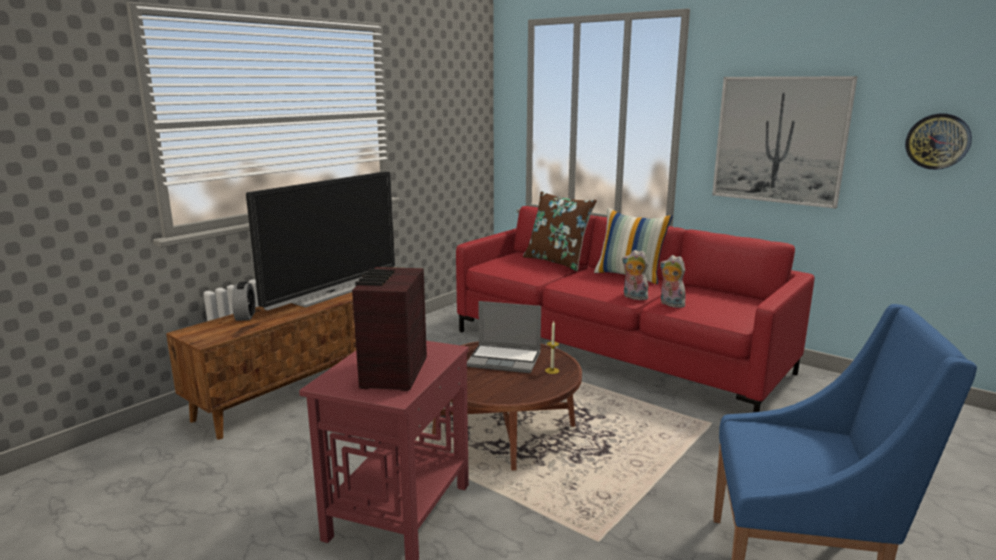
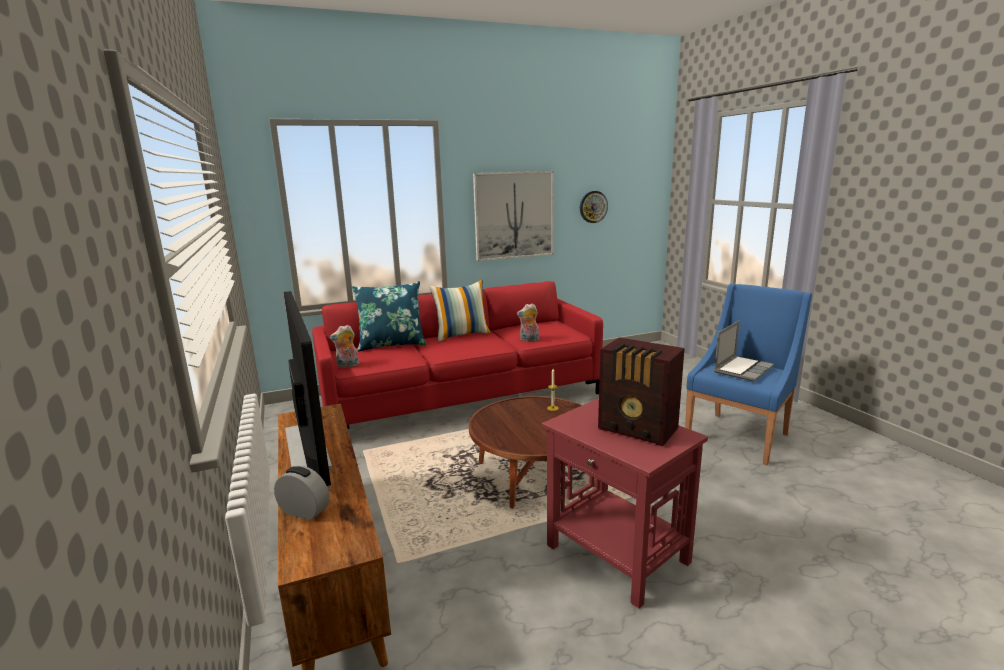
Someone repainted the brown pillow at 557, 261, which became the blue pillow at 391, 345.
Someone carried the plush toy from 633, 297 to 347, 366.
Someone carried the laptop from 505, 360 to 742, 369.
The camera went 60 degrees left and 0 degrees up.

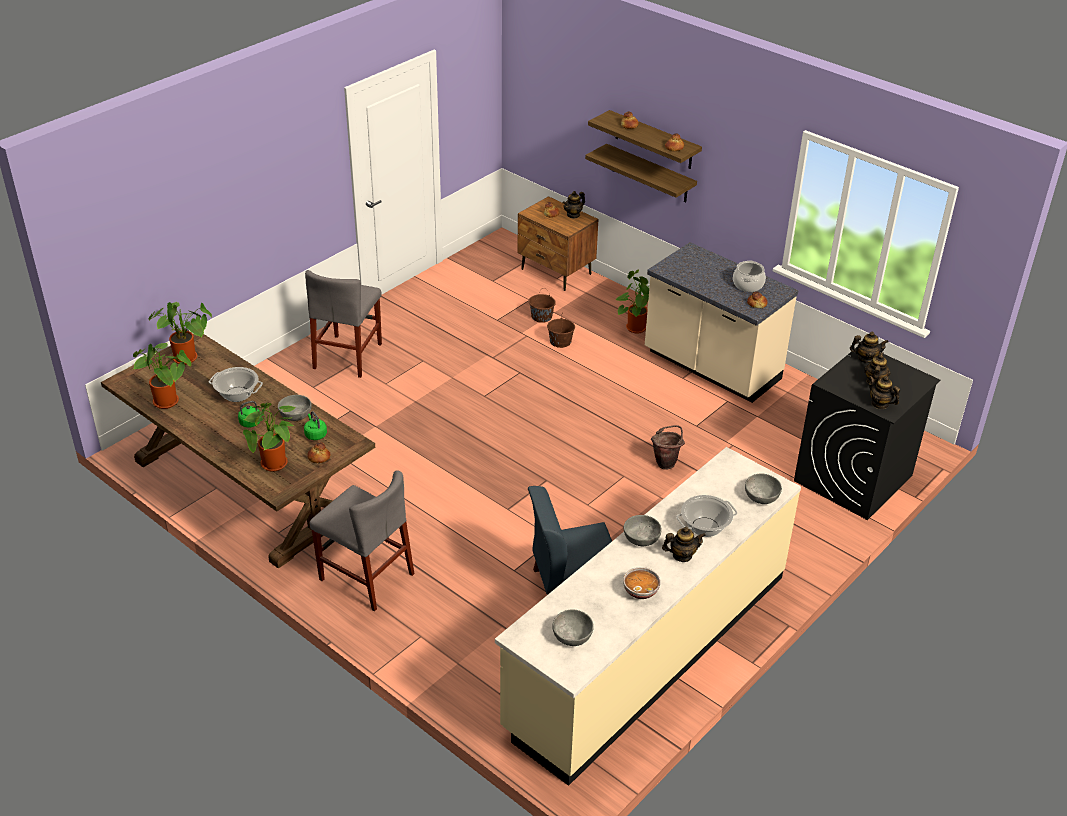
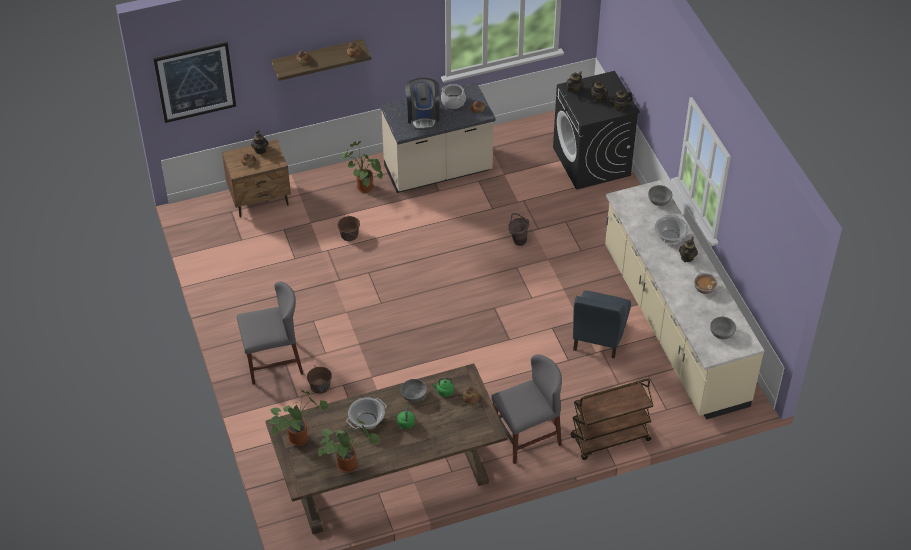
Someone took away the shelf at 649, 174.
Someone rotated the grey chair at 348, 356 by 60 degrees counterclockwise.
Someone carried the brown bucket from 541, 317 to 320, 386.
Someone took away the potted plant at 276, 465.
Someone took away the grey bowl at 641, 538.
Someone put up the picture at 195, 82.
Someone put down the coffee machine at 423, 116.
Someone put down the brown cart at 609, 439.
The camera went 60 degrees left and 10 degrees up.

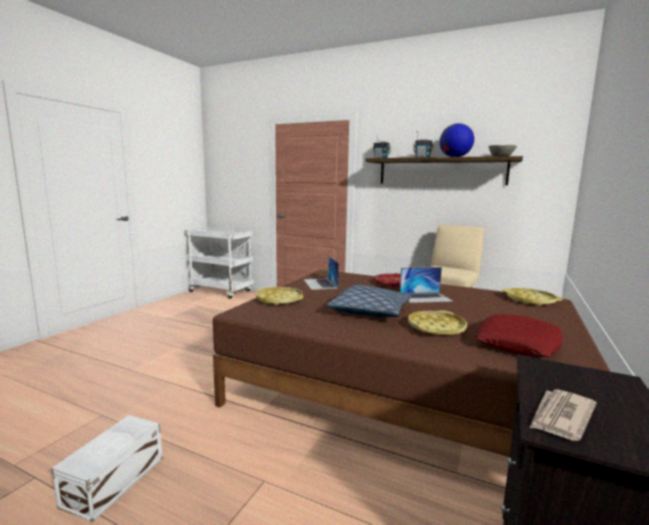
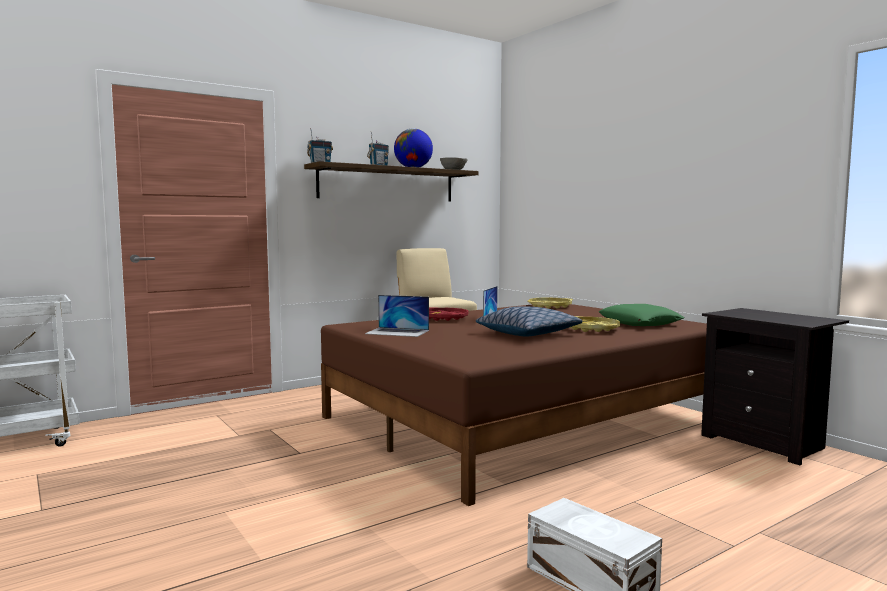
Someone took away the yellow tray at 279, 300.
Someone repainted the red pillow at 518, 343, which became the green pillow at 639, 323.
Someone took away the newspaper at 560, 417.
The camera went 60 degrees left and 5 degrees down.

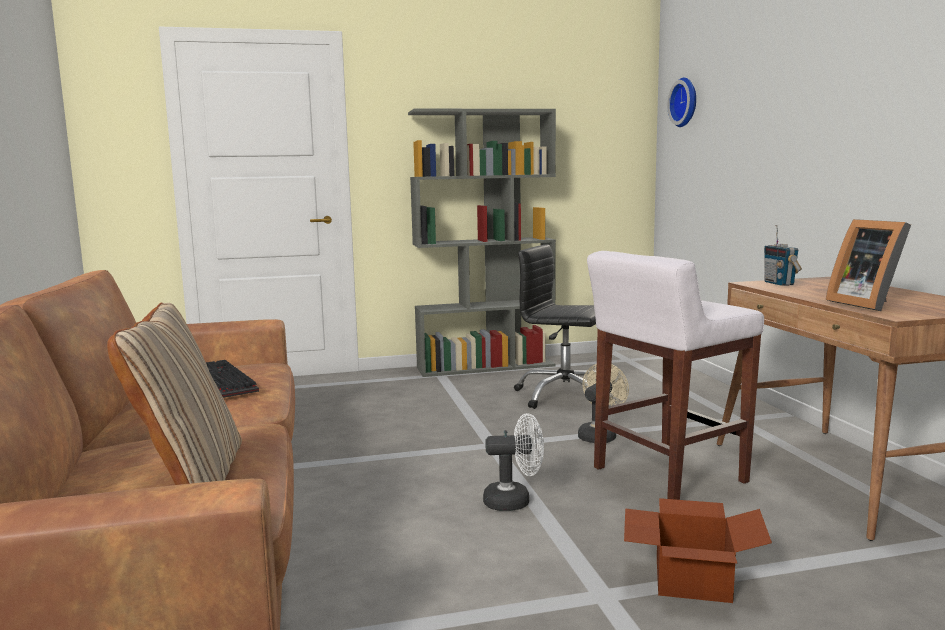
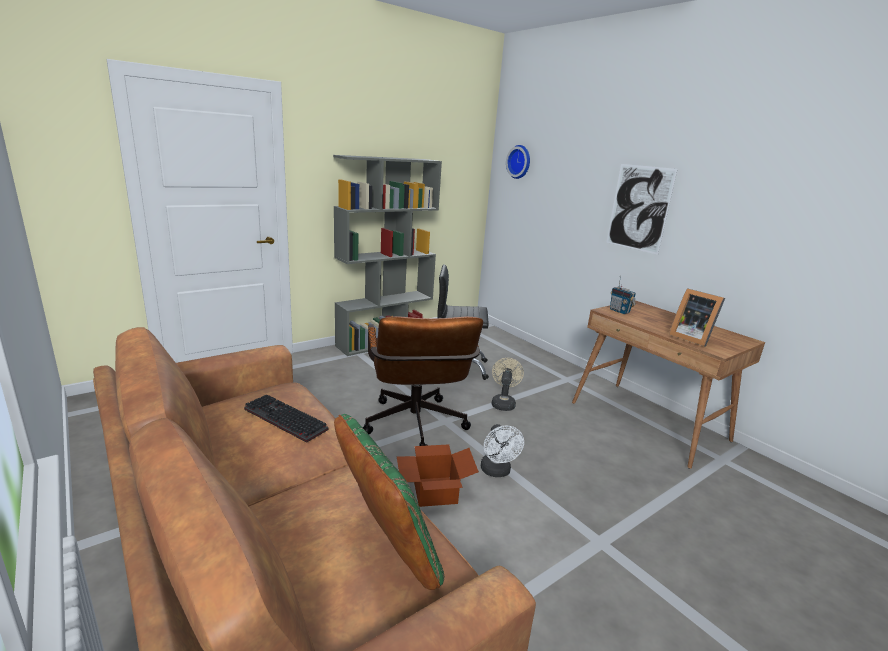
Someone took away the white stool at 667, 475.
Someone repainted the beige pillow at 190, 479, which became the green pillow at 386, 551.
Someone rotated the white fan at 514, 501 by 105 degrees clockwise.
Someone carried the cardboard box from 689, 578 to 433, 491.
Someone put up the picture at 639, 208.
Someone put down the brown office chair at 415, 428.
The camera went 25 degrees left and 10 degrees up.

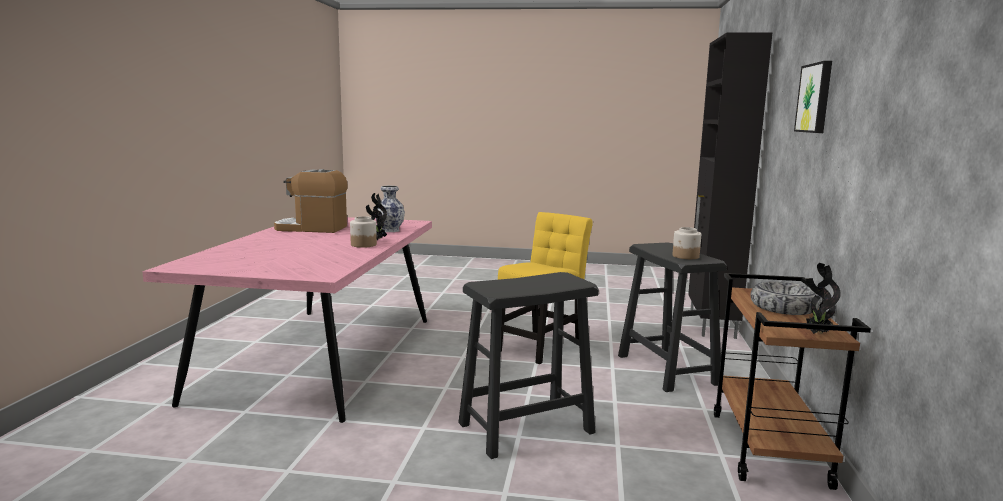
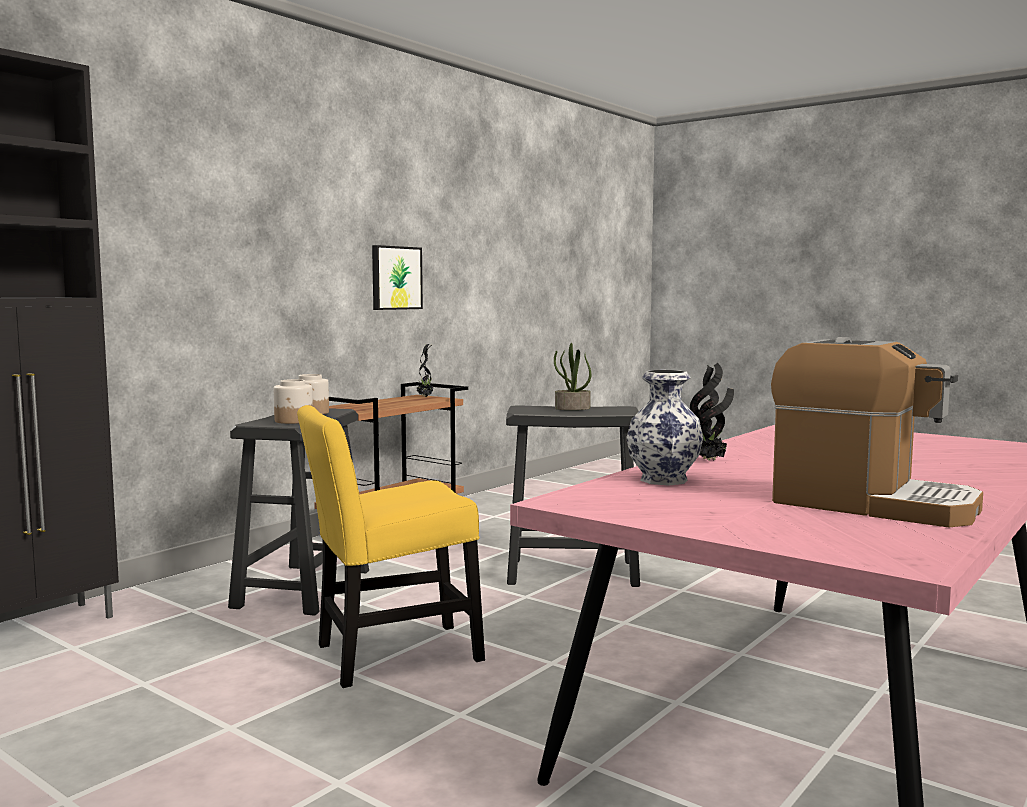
Someone carried the picture from 815, 98 to 395, 278.
Someone carried the jar from 363, 245 to 294, 421.
Someone took away the bowl at 784, 308.
Someone put down the potted plant at 572, 408.
The camera went 150 degrees left and 5 degrees down.

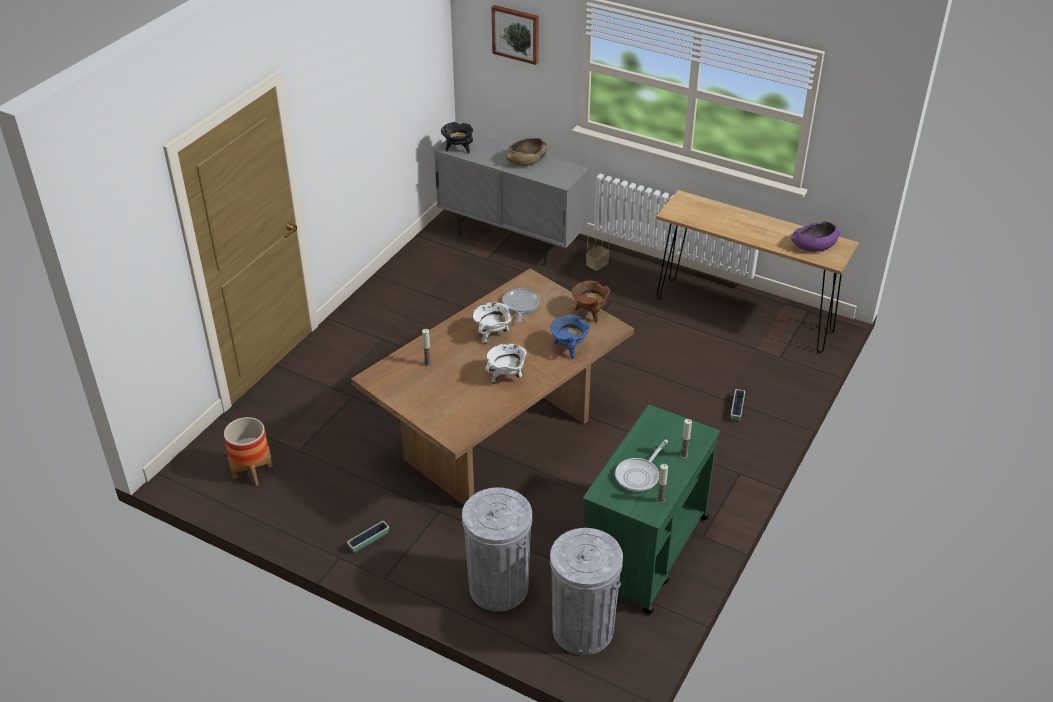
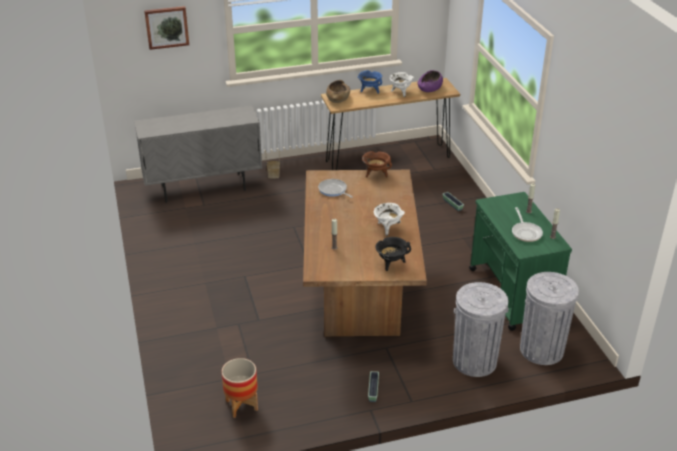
Someone carried the black cooking pot from 458, 149 to 391, 263.
Someone carried the brown bowl from 526, 160 to 338, 98.
Someone carried the white cooking pot from 492, 334 to 400, 92.
Someone carried the blue cooking pot from 569, 348 to 370, 90.
The camera went 45 degrees left and 5 degrees down.

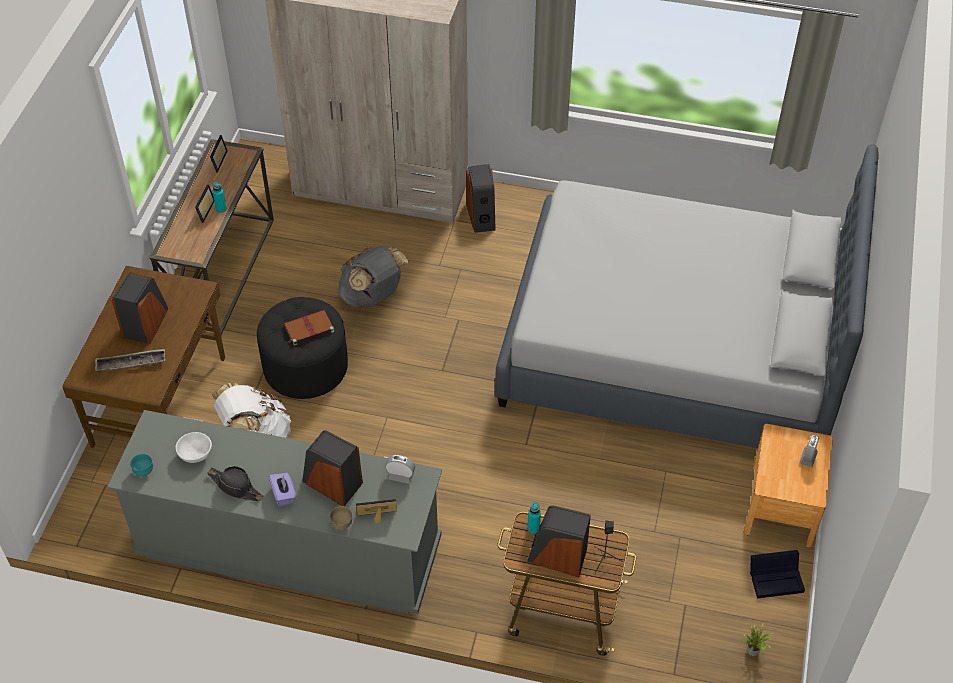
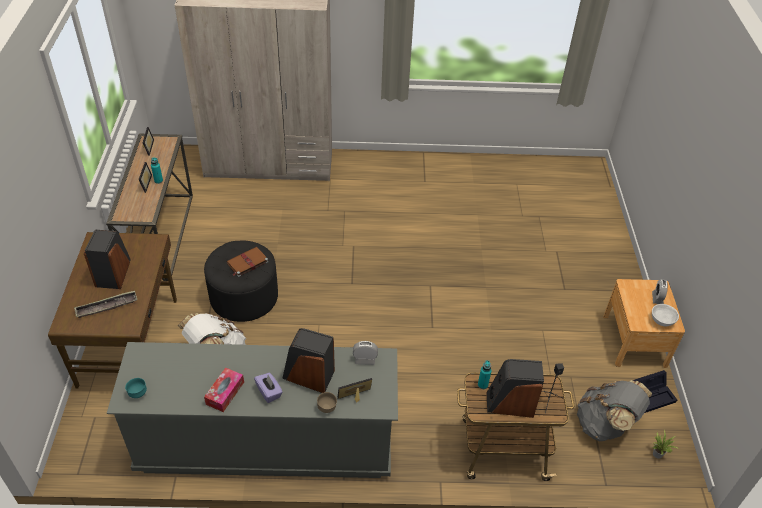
Someone took away the grey bed at 673, 346.
Someone took away the speaker at 481, 216.
Someone carried the grey backpack from 372, 296 to 604, 425.
Someone carried the white bowl from 195, 454 to 661, 321.
Someone swapped the black hat at 236, 487 for the tissue box at 225, 393.
The camera went 15 degrees left and 5 degrees down.

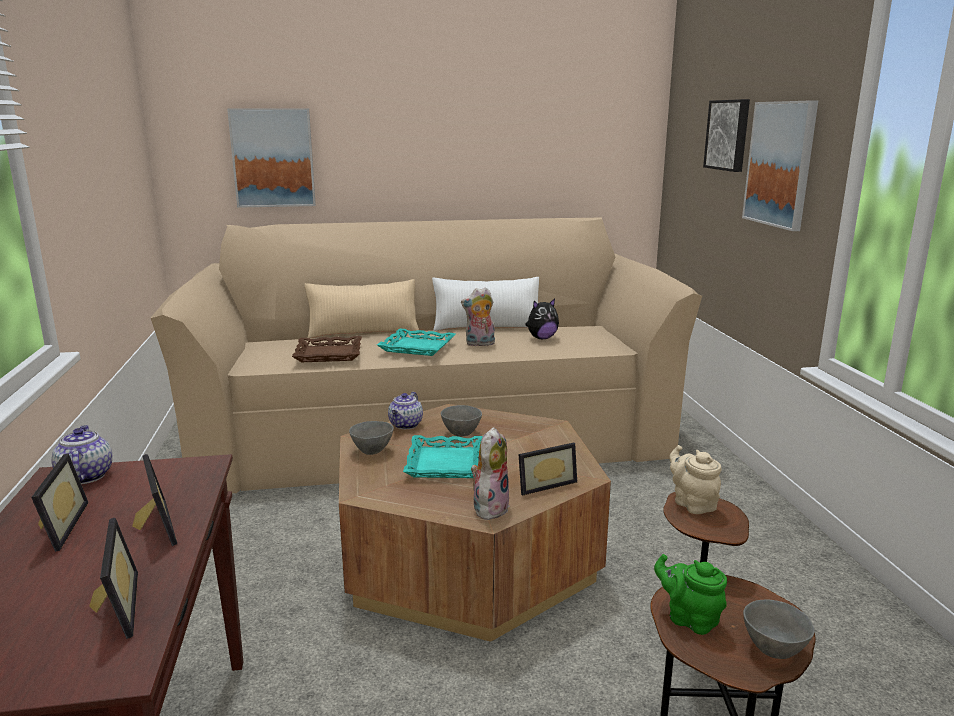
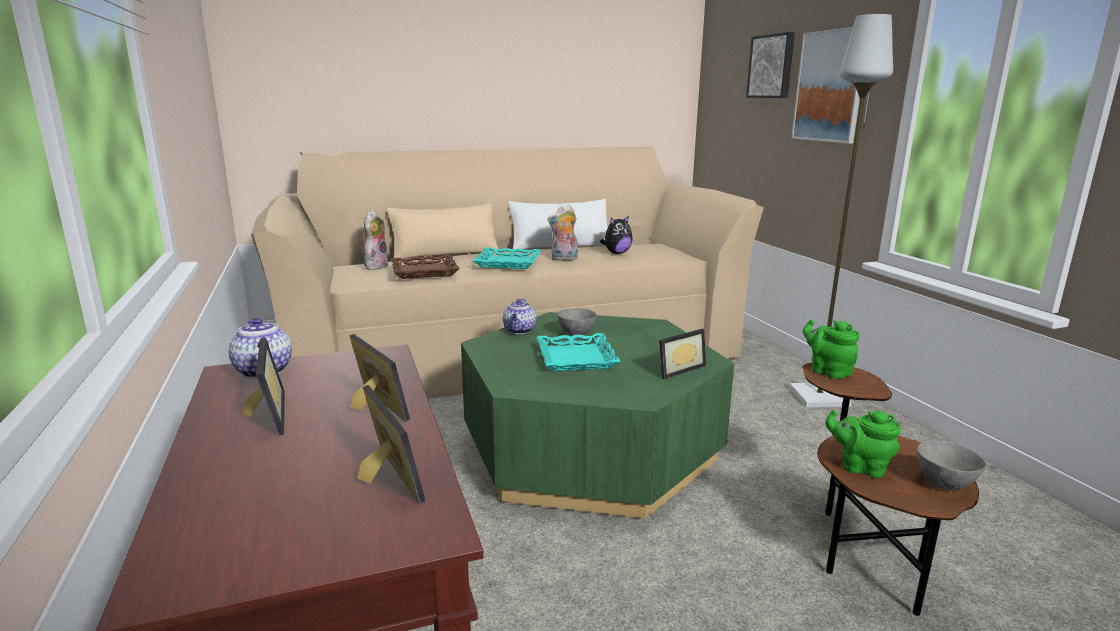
Someone took away the picture at 273, 158.
Someone repainted the brown coffee table at 467, 555, which became the green coffee table at 590, 448.
Someone took away the grey bowl at 372, 451.
Someone carried the plush toy from 489, 507 to 375, 266.
Someone repainted the beige teapot at 692, 503, which became the green teapot at 828, 371.
Someone put down the grey floor lamp at 819, 397.
The camera went 10 degrees left and 0 degrees up.

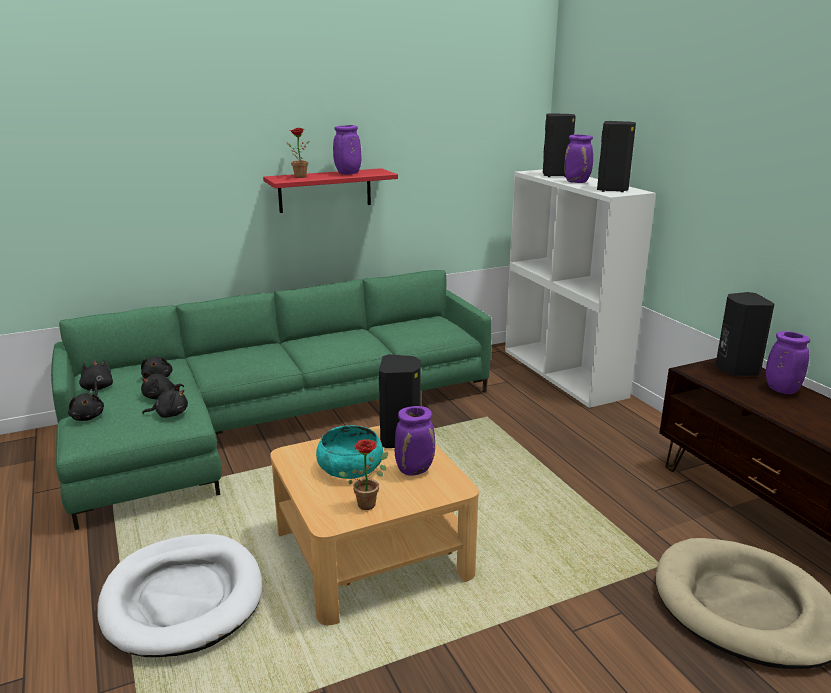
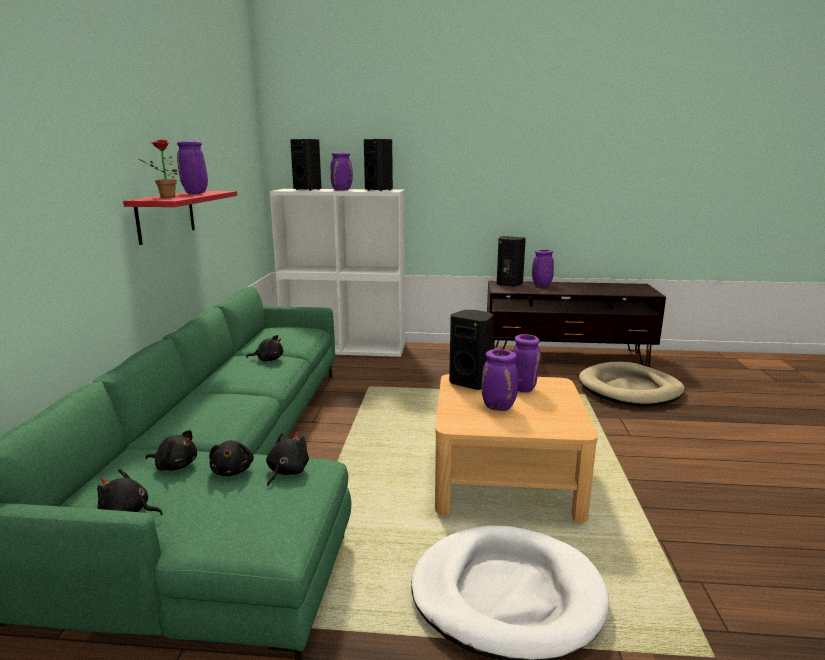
Someone carried the black plush toy from 88, 417 to 268, 359.
Someone swapped the turquoise bowl at 350, 467 for the purple vase at 499, 407.
Someone took away the potted plant at 368, 502.
The camera went 60 degrees left and 5 degrees down.

